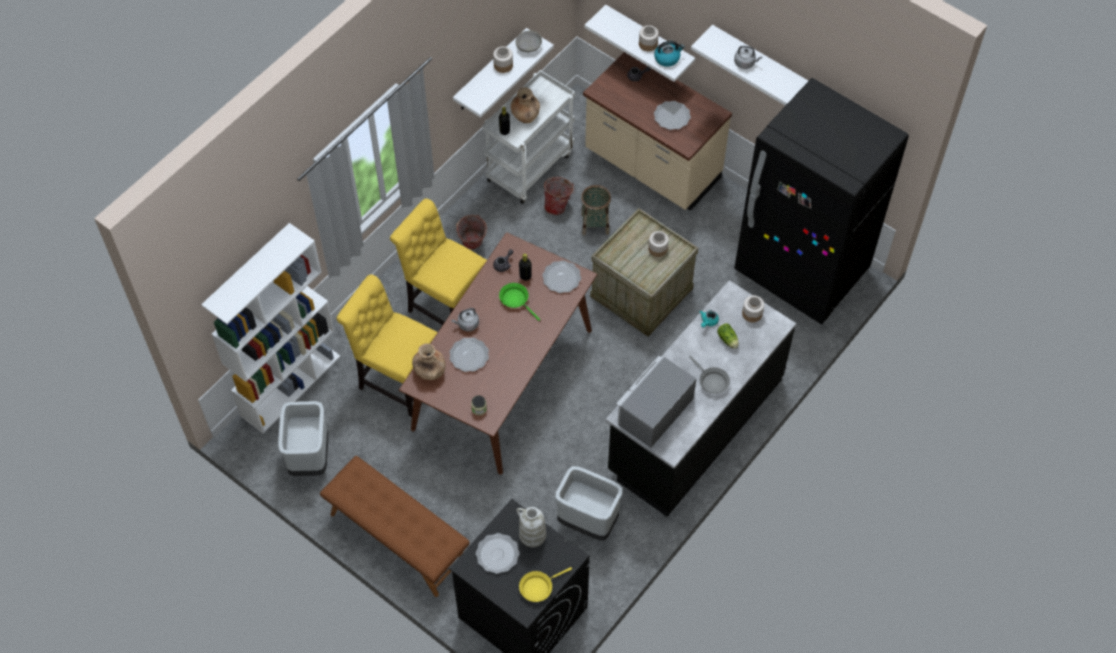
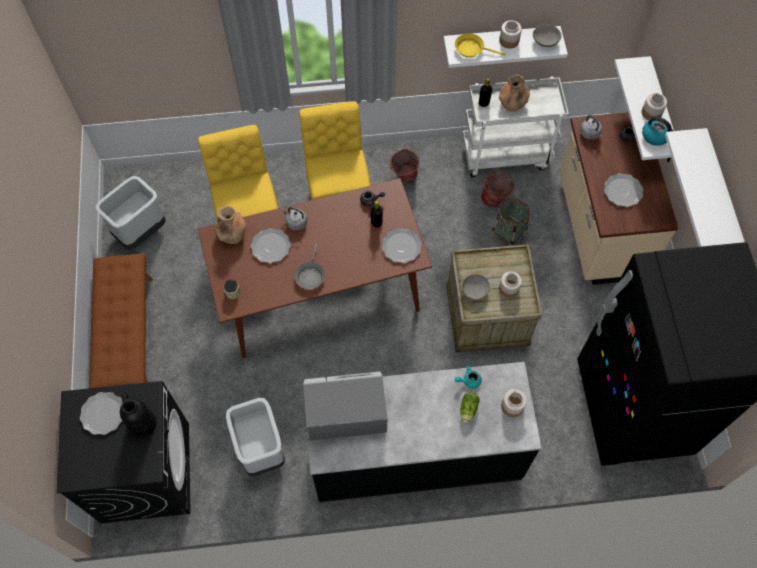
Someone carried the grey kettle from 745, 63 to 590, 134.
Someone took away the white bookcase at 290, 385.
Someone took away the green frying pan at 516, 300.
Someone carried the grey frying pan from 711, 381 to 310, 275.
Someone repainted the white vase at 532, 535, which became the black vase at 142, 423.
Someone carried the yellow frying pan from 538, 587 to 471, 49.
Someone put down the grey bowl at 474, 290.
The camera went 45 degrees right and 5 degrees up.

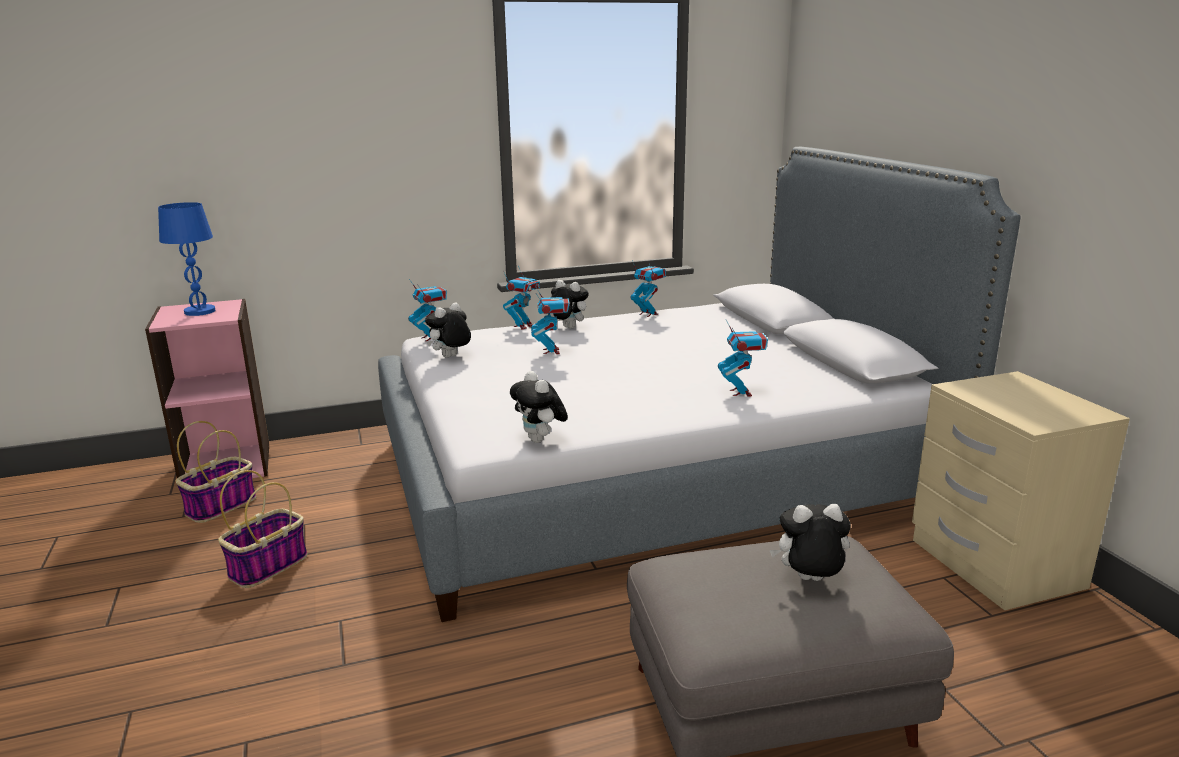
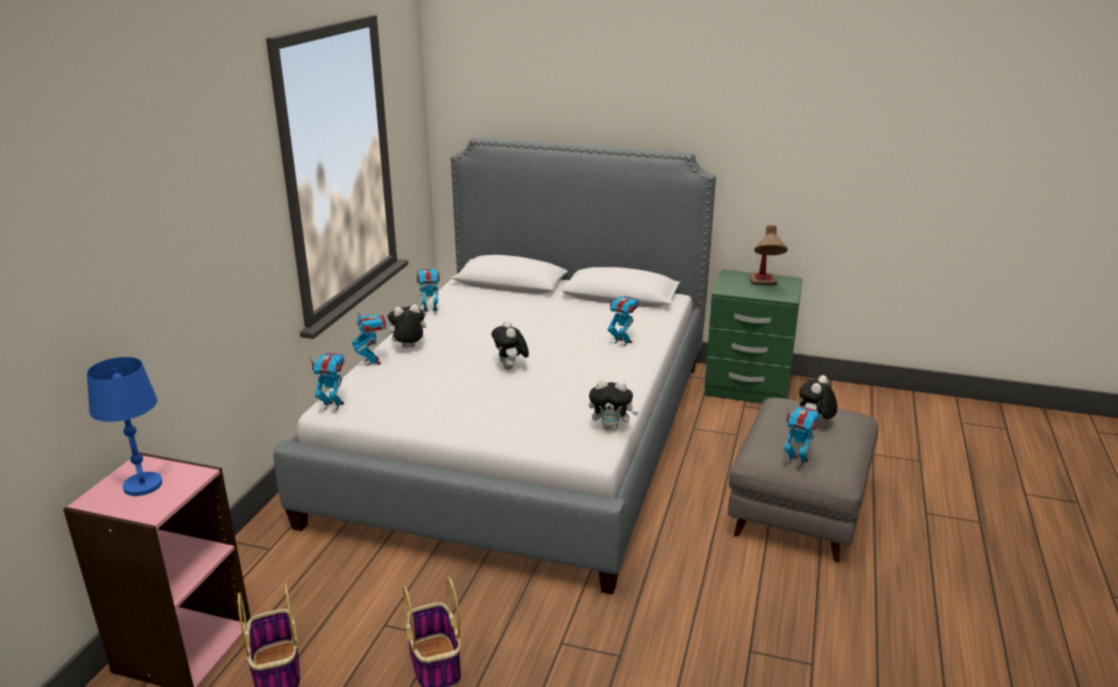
Someone carried the toy robot from 551, 351 to 797, 461.
Someone carried the plush toy from 450, 357 to 511, 368.
Someone repainted the beige nightstand at 993, 564, which became the green nightstand at 747, 387.
Someone put down the table lamp at 764, 286.
The camera went 55 degrees left and 5 degrees up.

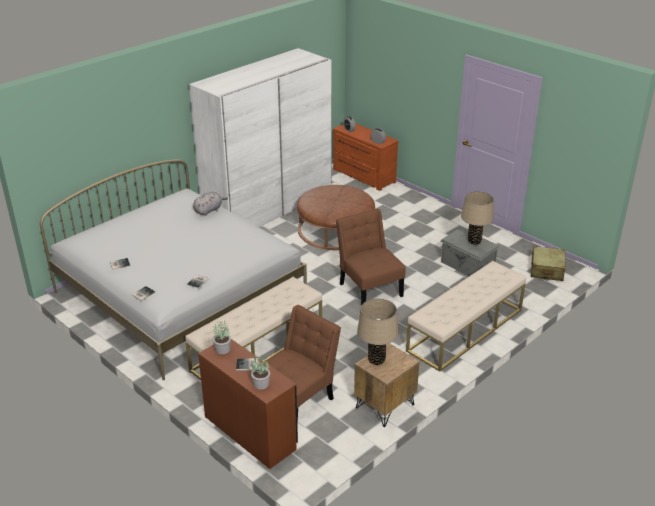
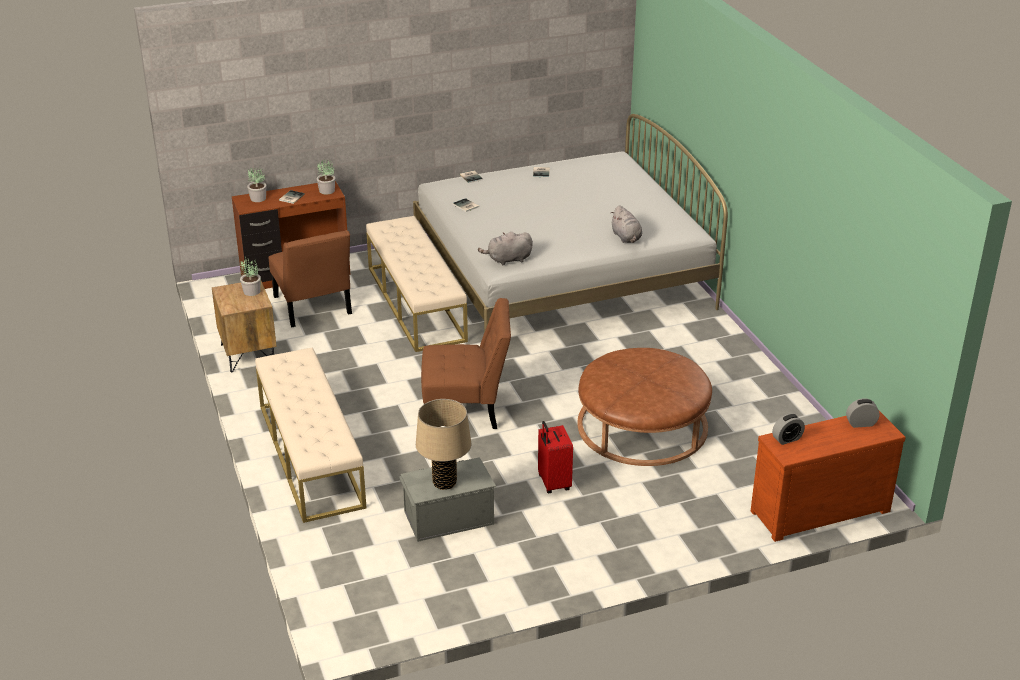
Someone took away the white wardrobe at 268, 209.
Someone took away the beige suitcase at 546, 270.
Someone swapped the beige table lamp at 376, 360 for the potted plant at 251, 291.
Someone put down the grey plush toy at 507, 260.
Someone put down the red suitcase at 553, 483.
The camera went 115 degrees right and 0 degrees up.

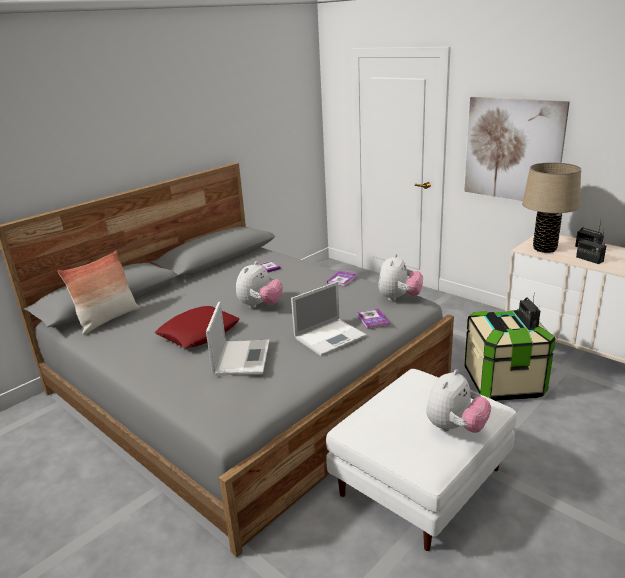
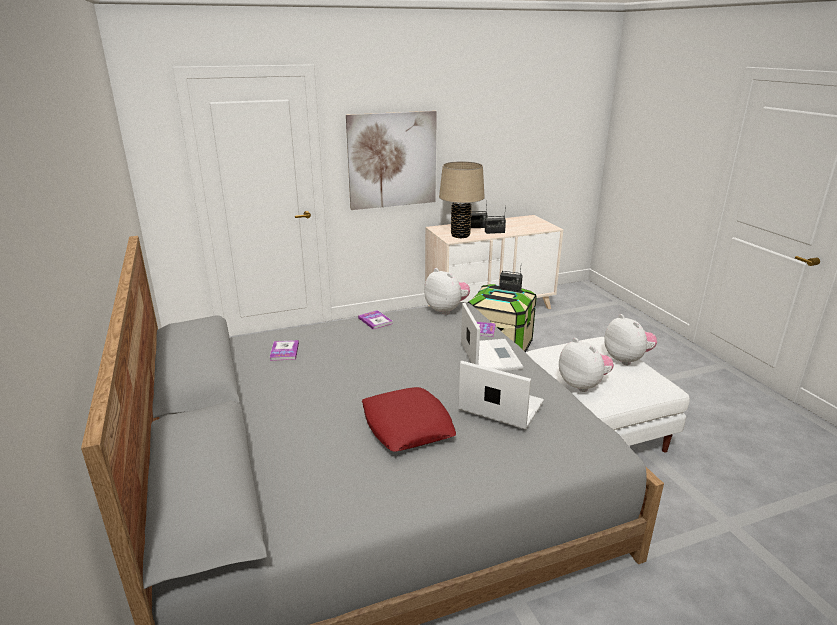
Someone took away the pillow at 108, 319.
Someone carried the plush toy from 260, 305 to 583, 385.
The camera went 65 degrees left and 0 degrees up.

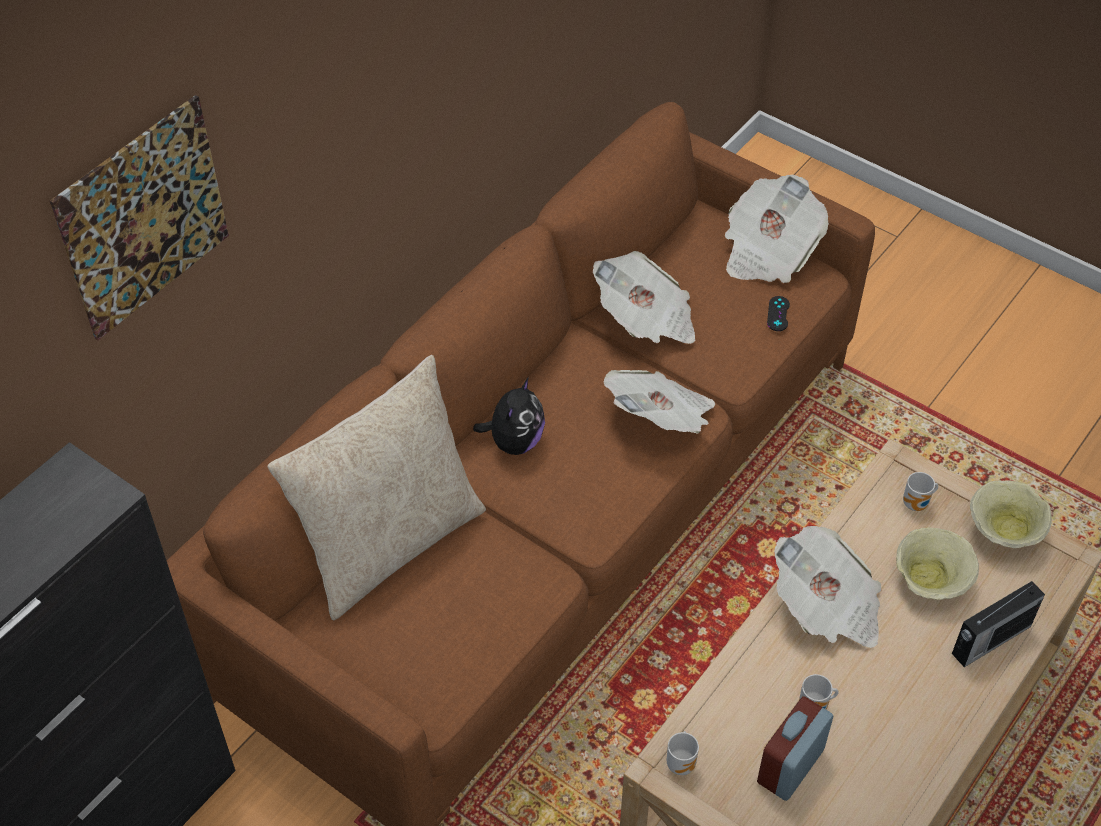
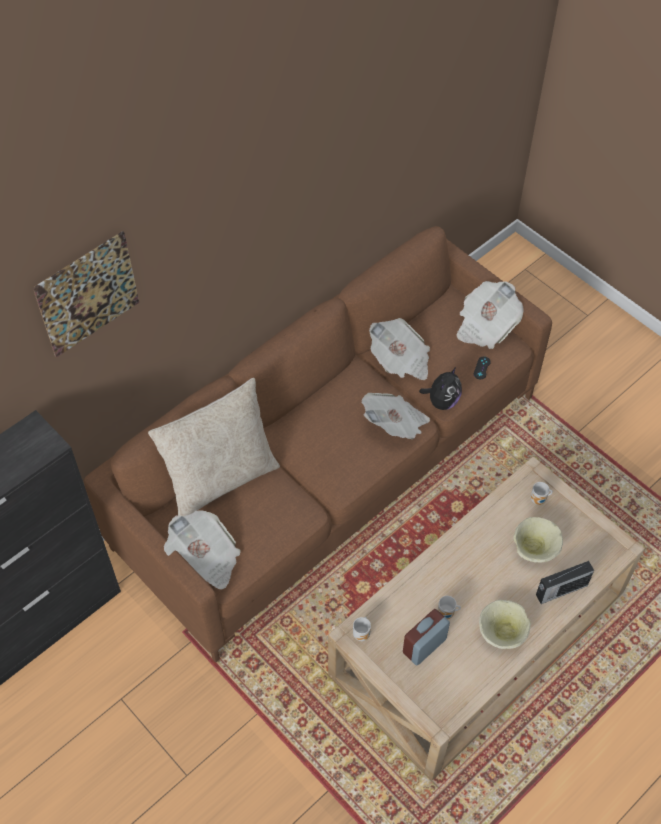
Someone carried the plush toy from 514, 442 to 442, 401.
Someone carried the beige bowl from 1003, 530 to 502, 631.
Someone carried the newspaper from 826, 607 to 204, 560.
The camera went 10 degrees right and 5 degrees up.

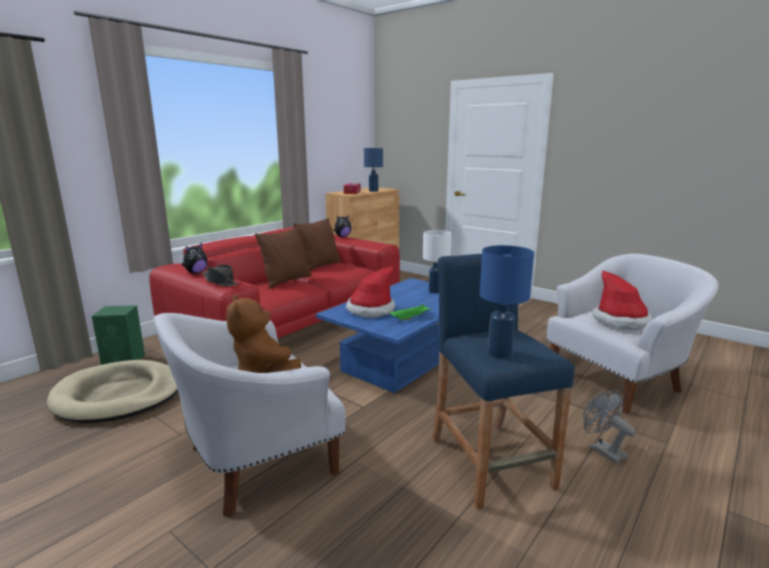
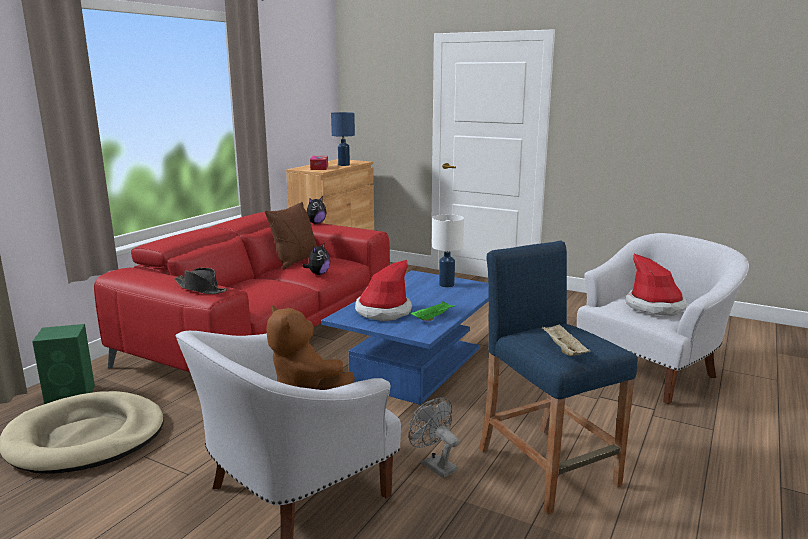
Someone took away the brown pillow at 287, 281.
Someone carried the plush toy from 196, 273 to 318, 274.
Someone swapped the blue table lamp at 499, 353 for the beige tray at 563, 349.
Someone carried the grey fan from 602, 450 to 434, 465.
The camera went 10 degrees left and 0 degrees up.

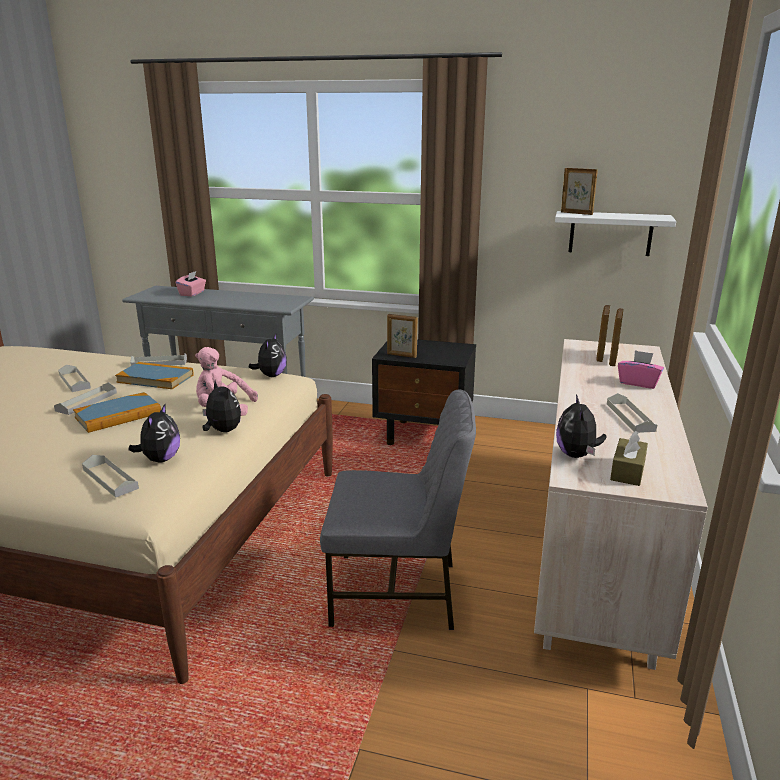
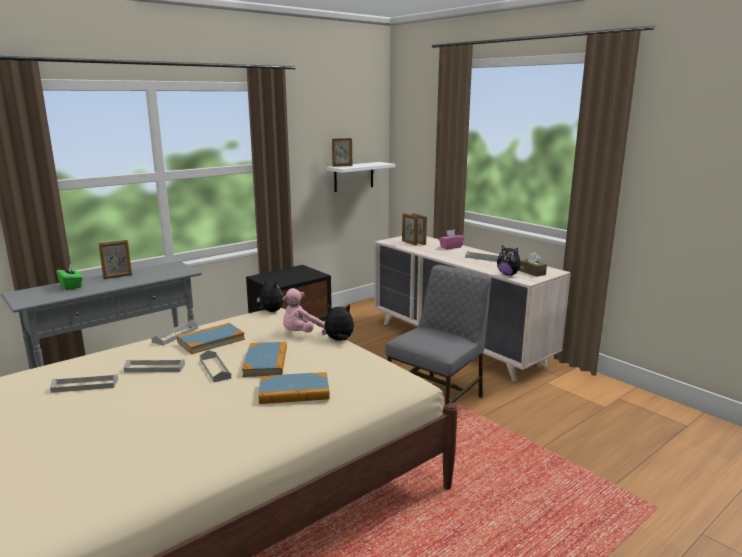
Someone repainted the pink tissue box at 192, 293, which became the green tissue box at 71, 286.
Someone carried the picture frame from 401, 355 to 118, 276.
Someone took away the plush toy at 160, 459.
Someone carried the grey tray from 110, 479 to 85, 386.
Someone put down the book at 294, 391.
The camera went 55 degrees left and 5 degrees down.

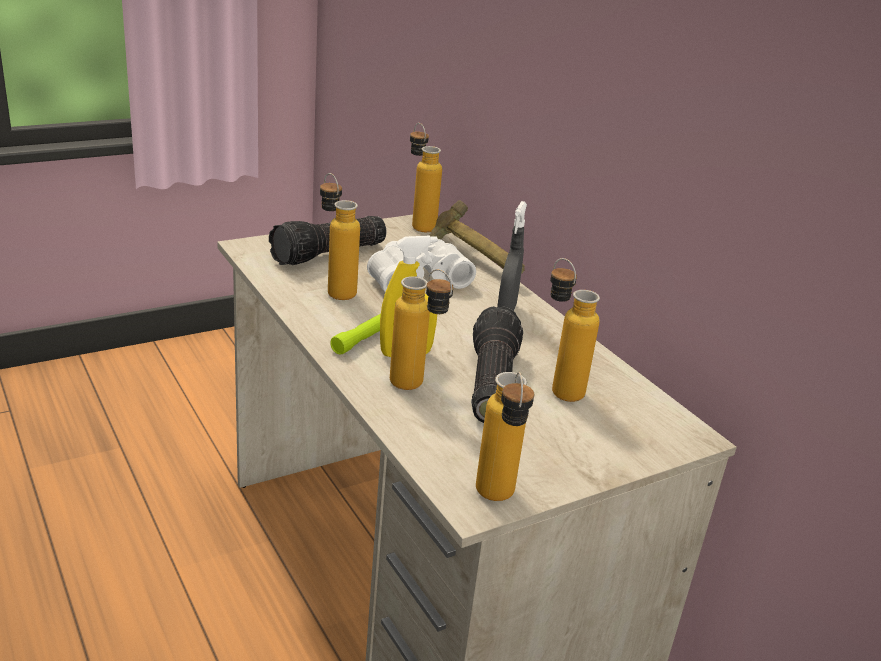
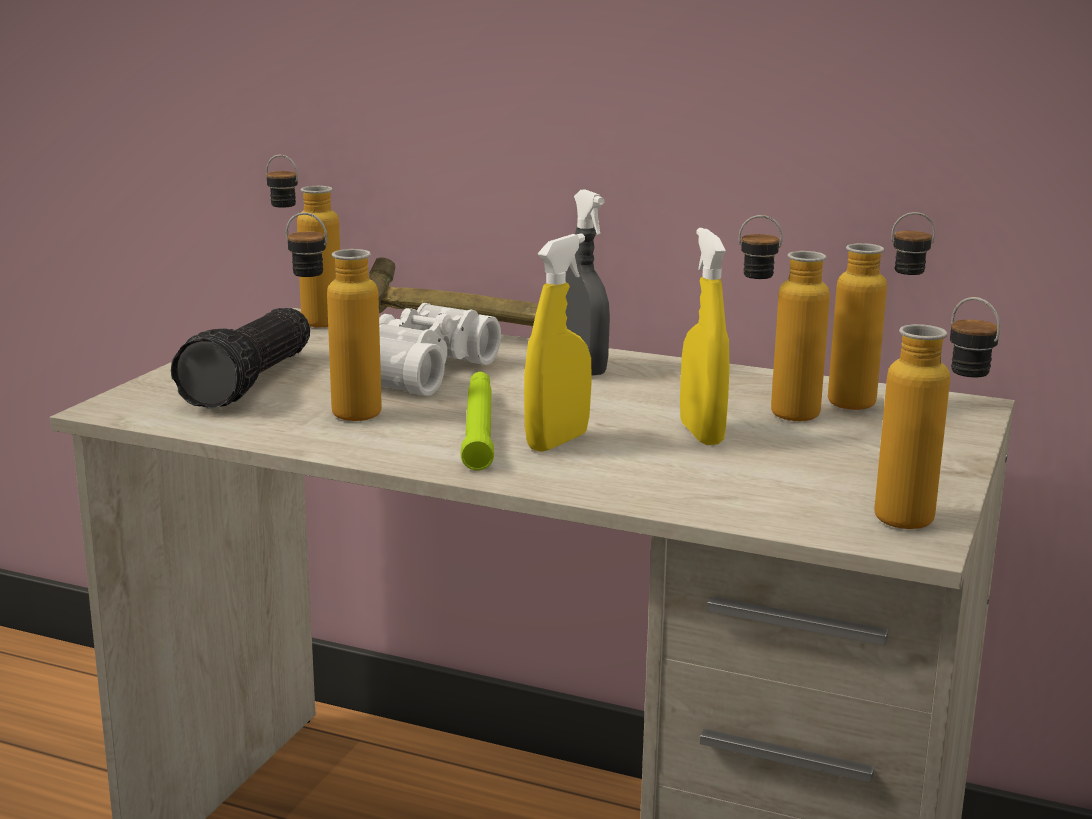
Someone carried the bottle from 416, 388 to 872, 404.
Someone swapped the flashlight at 489, 382 for the yellow spray bottle at 701, 434.
The camera went 35 degrees left and 10 degrees down.

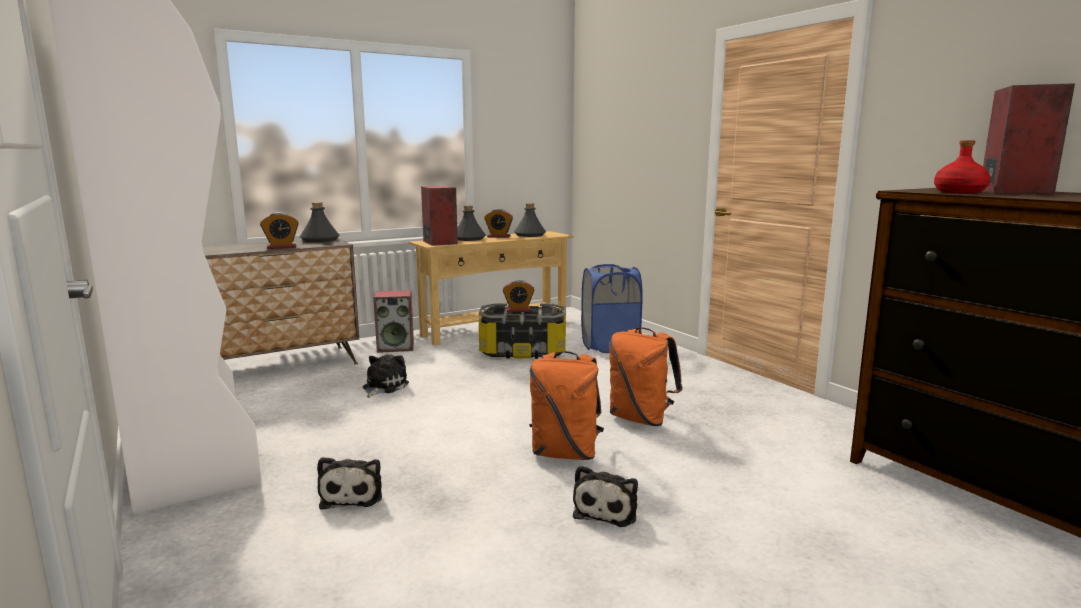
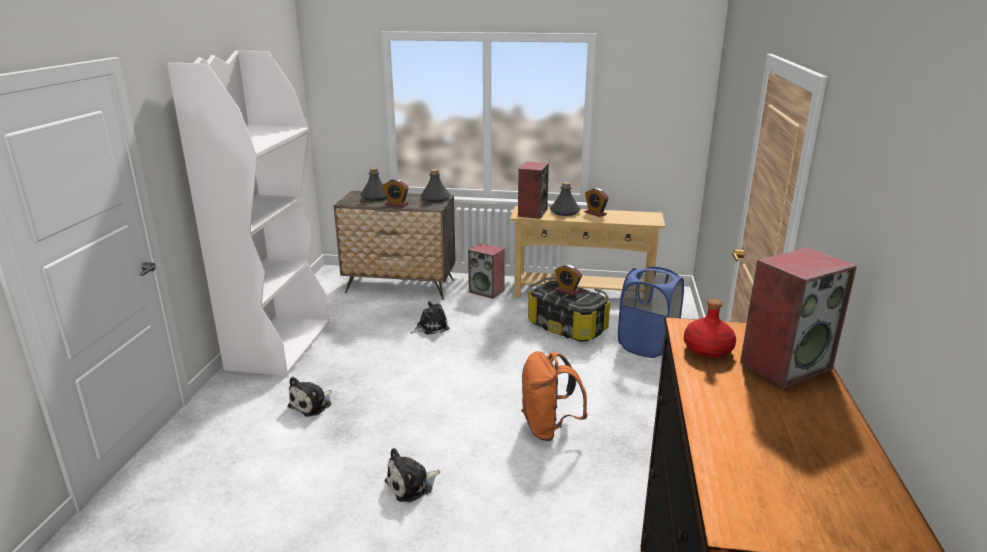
Someone carried the grey bottle from 529, 235 to 375, 197.
Someone took away the orange backpack at 565, 453.
The camera went 40 degrees right and 10 degrees up.

